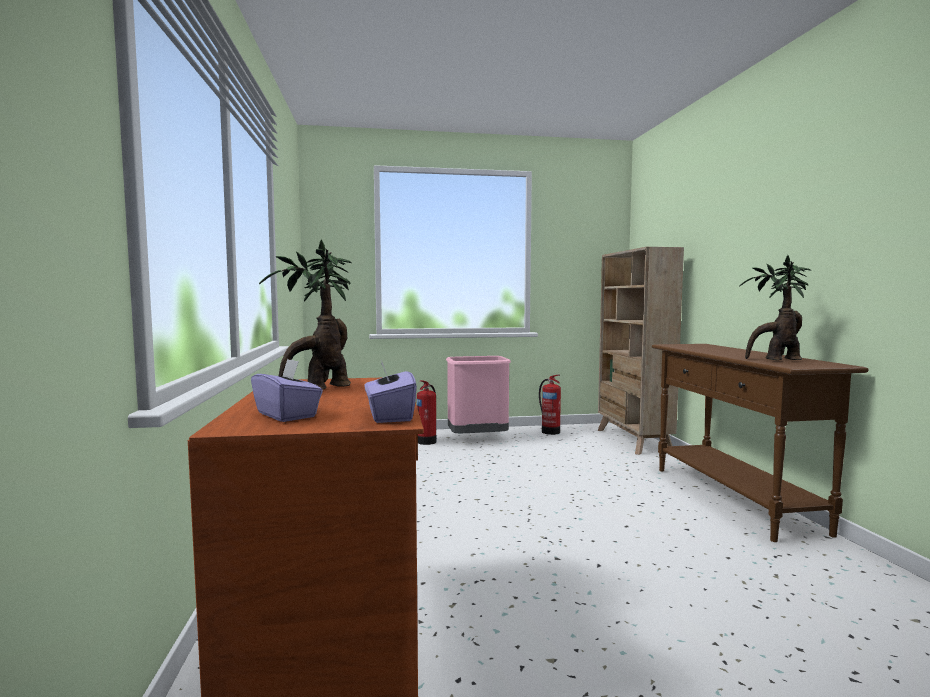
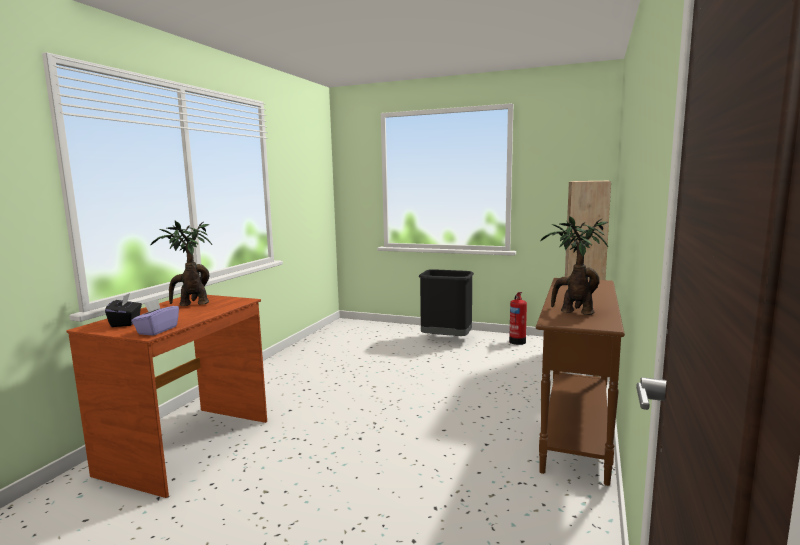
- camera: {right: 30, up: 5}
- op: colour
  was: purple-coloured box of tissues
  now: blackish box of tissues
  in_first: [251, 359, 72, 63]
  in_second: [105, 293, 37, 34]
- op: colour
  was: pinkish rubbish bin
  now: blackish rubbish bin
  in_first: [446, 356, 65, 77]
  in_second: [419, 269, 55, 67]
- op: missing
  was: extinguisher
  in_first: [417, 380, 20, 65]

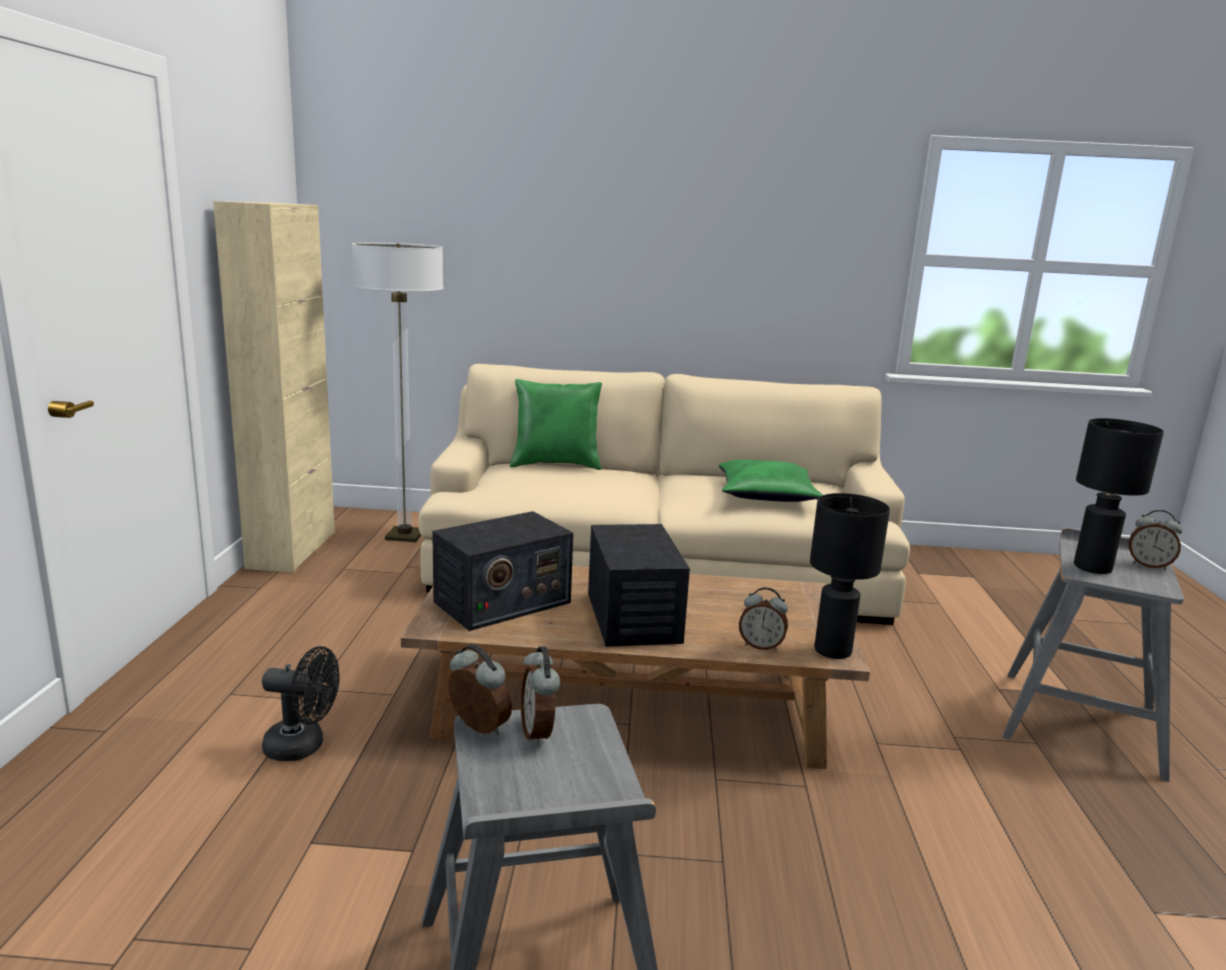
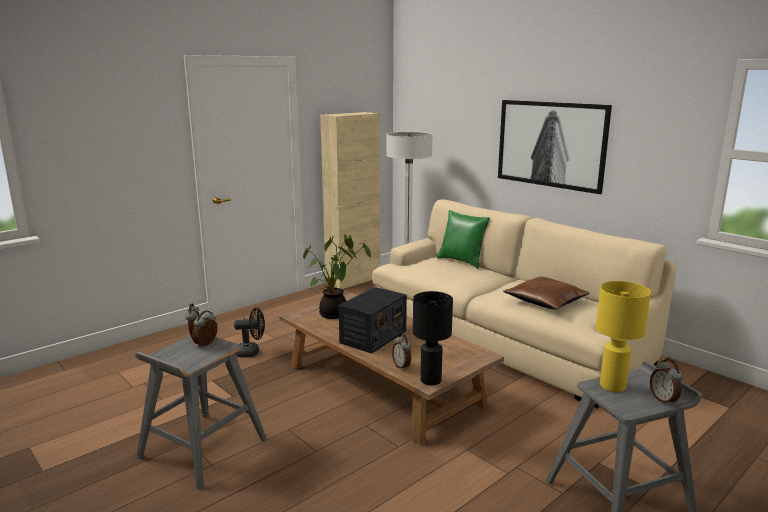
- camera: {right: 45, up: 0}
- op: spun
  was: blackish cooling fan
  in_first: [262, 646, 77, 115]
  in_second: [234, 308, 31, 50]
  clockwise: -60
- op: exchanged
  was: radio set
  now: plant in a pot
  in_first: [432, 511, 141, 120]
  in_second: [303, 235, 68, 84]
- op: appeared
  now: picture
  in_second: [498, 100, 114, 94]
- op: colour
  was: green-coloured throw pillow
  now: brown-coloured throw pillow
  in_first: [719, 459, 104, 43]
  in_second: [503, 276, 87, 33]
- op: colour
  was: blackish tabletop lamp
  now: yellow-coloured tabletop lamp
  in_first: [1074, 418, 90, 156]
  in_second: [596, 281, 55, 111]

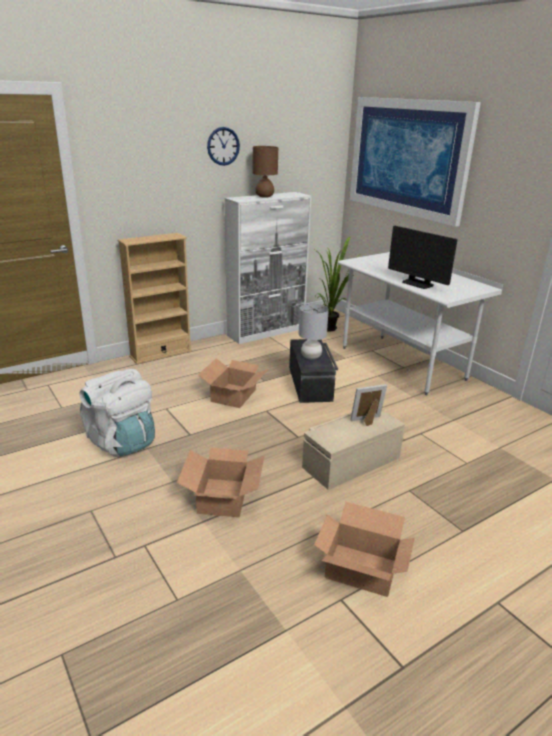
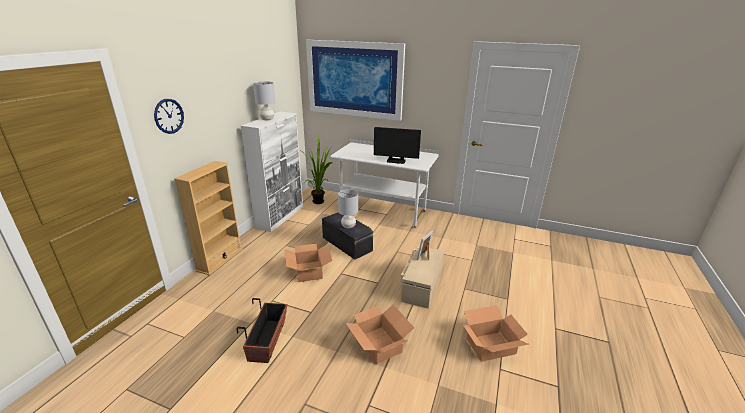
- camera: {right: -35, up: 0}
- op: relocated
  was: hanging clock
  in_first: [207, 127, 33, 39]
  in_second: [154, 99, 30, 35]
- op: exchanged
  was: white backpack
  now: planter
  in_first: [79, 369, 76, 88]
  in_second: [236, 298, 51, 65]
- op: colour
  was: brown-coloured tabletop lamp
  now: gray tabletop lamp
  in_first: [253, 146, 25, 52]
  in_second: [253, 81, 22, 39]

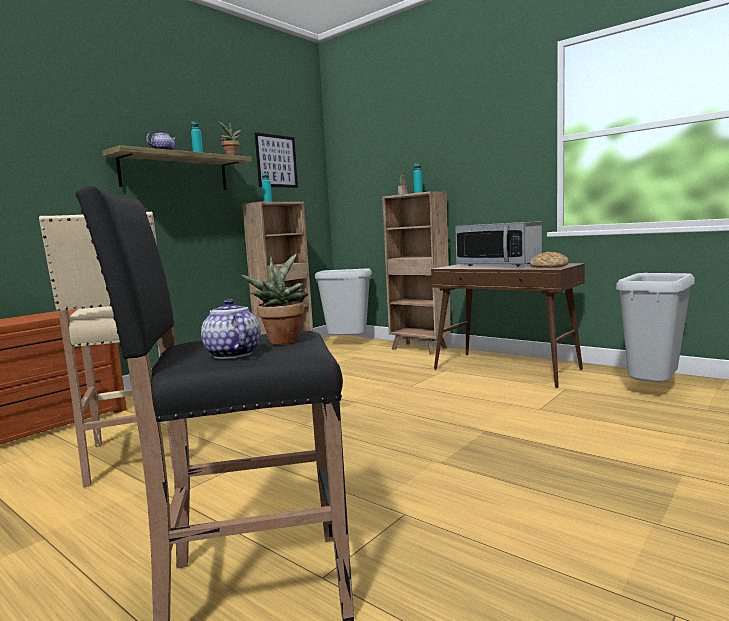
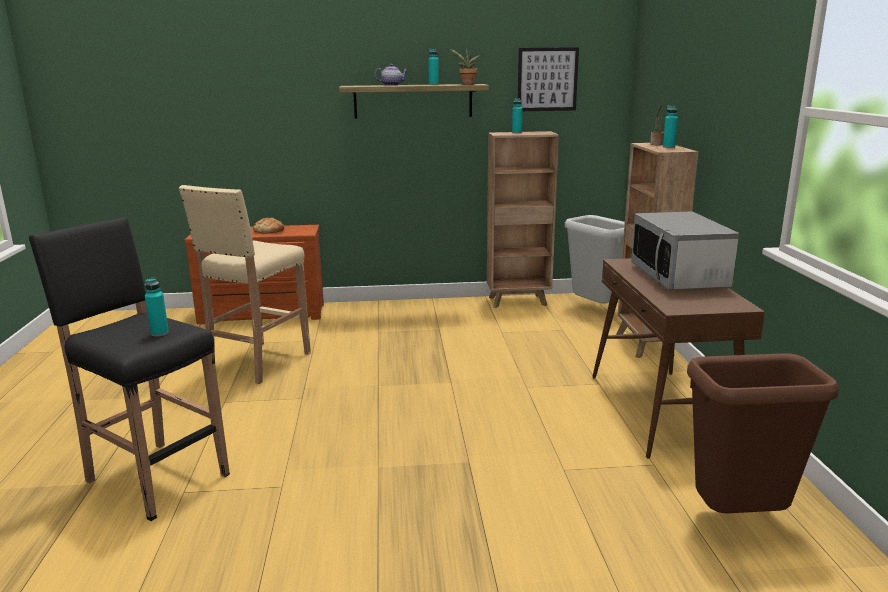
- camera: {right: 45, up: 10}
- op: exchanged
  was: plant in a pot
  now: turquoise-coloured drink bottle
  in_first: [241, 254, 67, 90]
  in_second: [145, 278, 24, 59]
- op: relocated
  was: bakery bread
  in_first: [530, 252, 39, 16]
  in_second: [253, 218, 32, 15]
- op: colour
  was: gray rubbish bin
  now: brown-coloured rubbish bin
  in_first: [616, 273, 79, 109]
  in_second: [687, 353, 152, 160]
- op: missing
  was: teapot
  in_first: [201, 299, 60, 60]

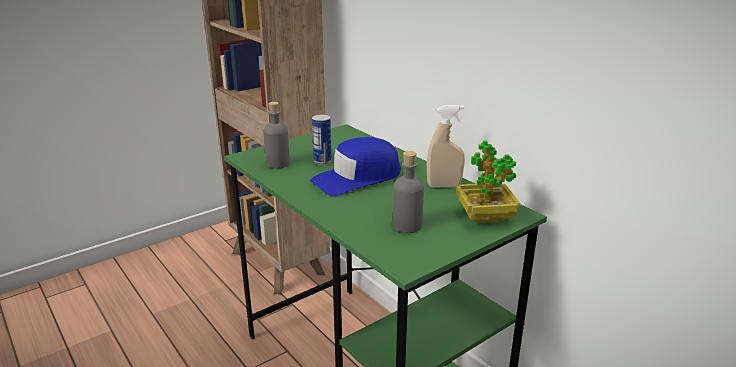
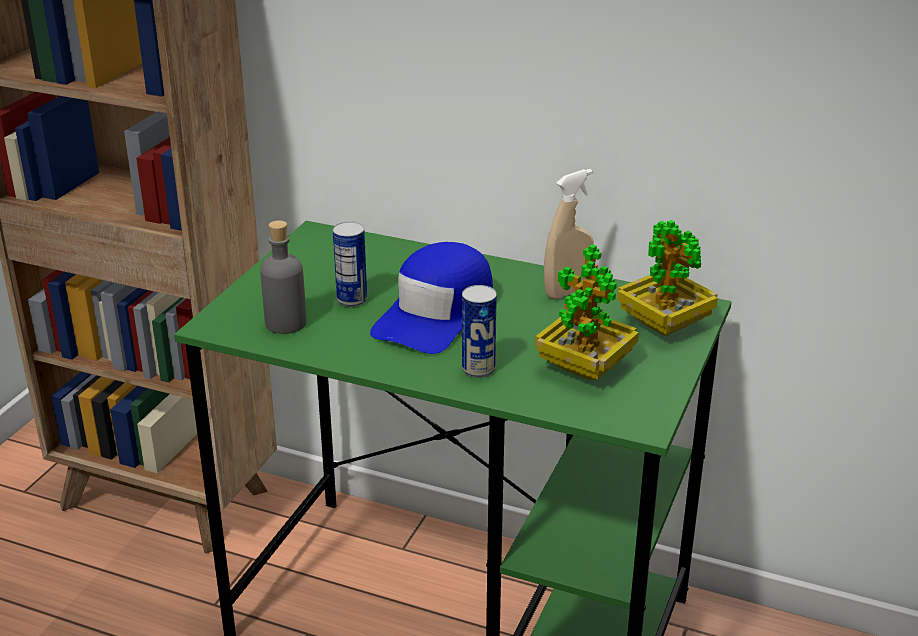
- camera: {right: -30, up: 5}
- op: appeared
  now: metal can
  in_second: [462, 285, 35, 93]
- op: exchanged
  was: gray drink bottle
  now: plant in a pot
  in_first: [393, 151, 31, 82]
  in_second: [535, 244, 104, 136]

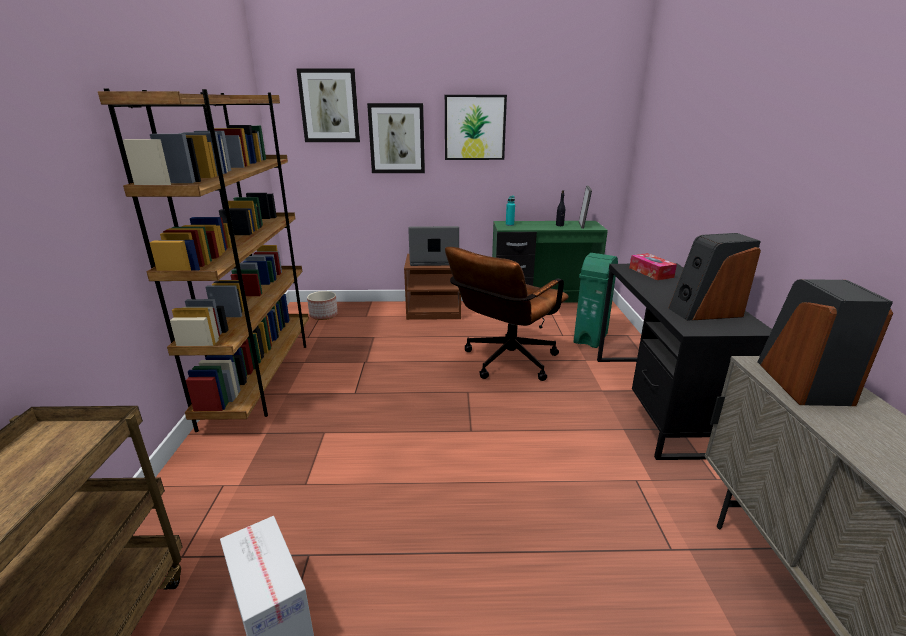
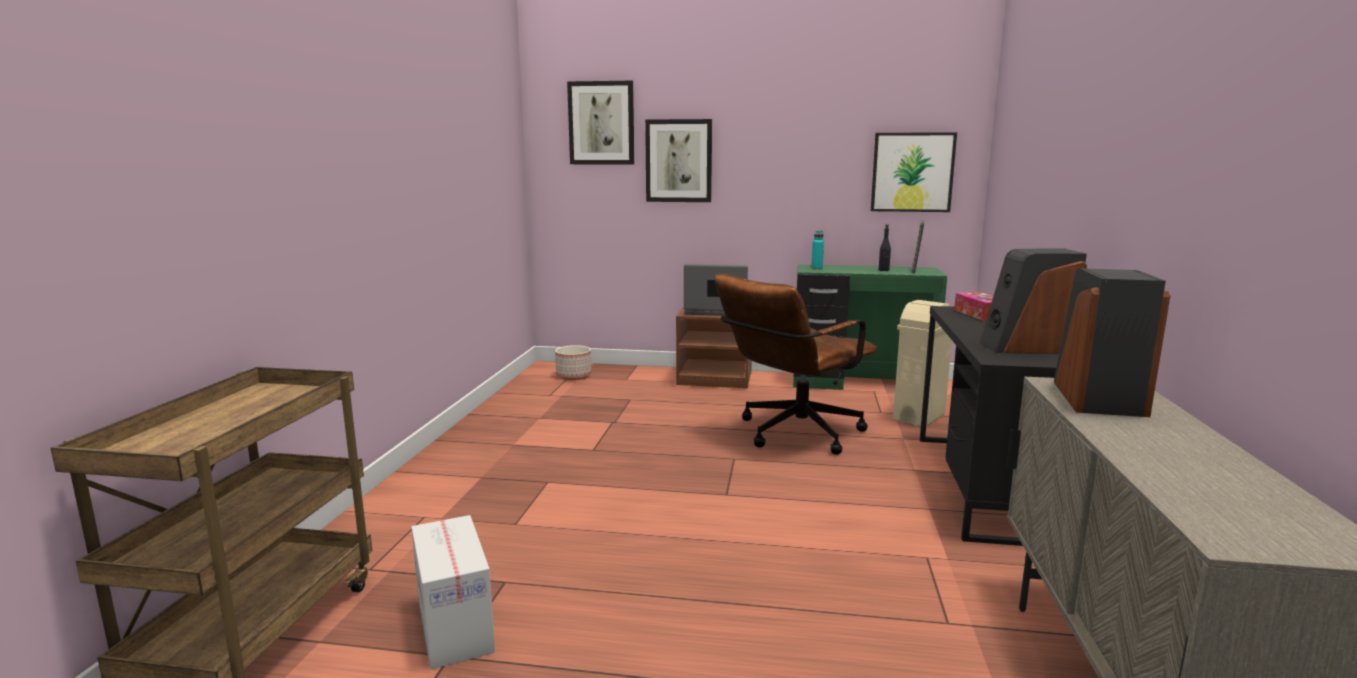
- camera: {right: 10, up: -10}
- op: relocated
  was: picture
  in_first: [445, 95, 62, 65]
  in_second: [871, 132, 86, 80]
- op: colour
  was: green-coloured rubbish bin
  now: sand-coloured rubbish bin
  in_first: [574, 253, 44, 95]
  in_second: [893, 300, 59, 127]
- op: missing
  was: brown-coloured shelving unit
  in_first: [98, 89, 211, 343]

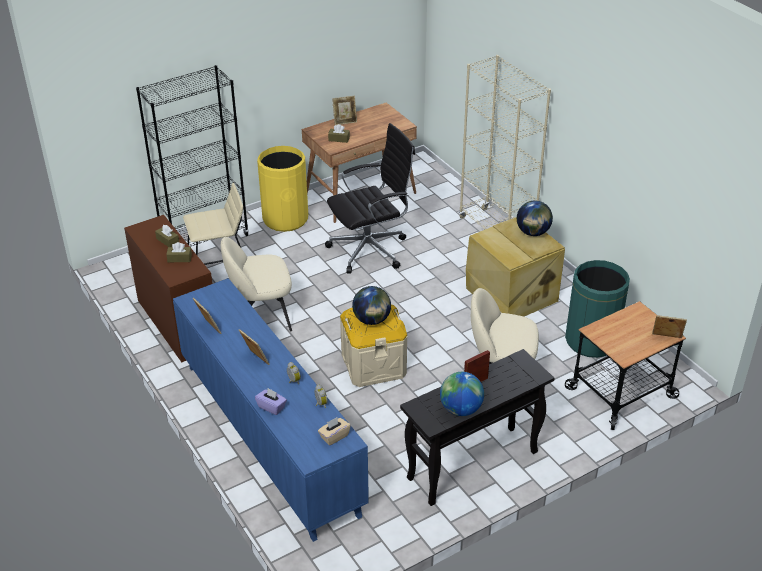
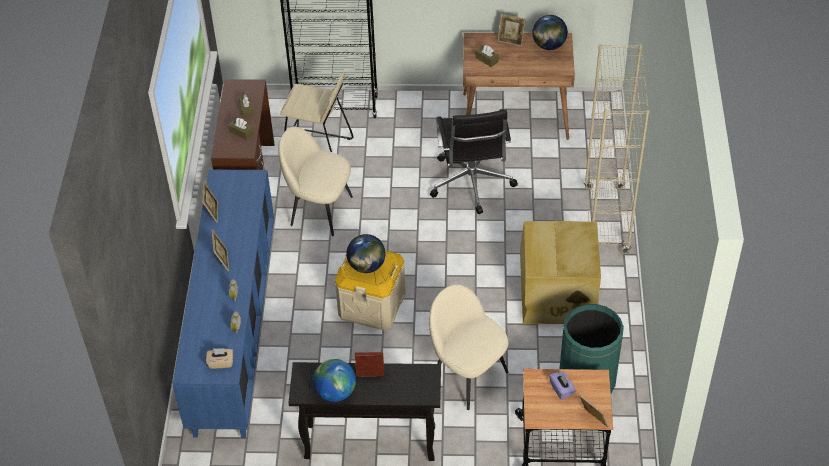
- camera: {right: 35, up: 10}
- op: spun
  was: blackish office chair
  in_first: [325, 123, 90, 151]
  in_second: [430, 109, 88, 105]
  clockwise: 75
- op: relocated
  was: world globe
  in_first: [517, 200, 36, 36]
  in_second: [532, 15, 36, 35]
- op: relocated
  was: purple-coloured box of tissues
  in_first: [255, 388, 32, 27]
  in_second: [549, 371, 27, 29]
- op: missing
  was: yellow-coloured rubbish bin
  in_first: [257, 146, 51, 86]

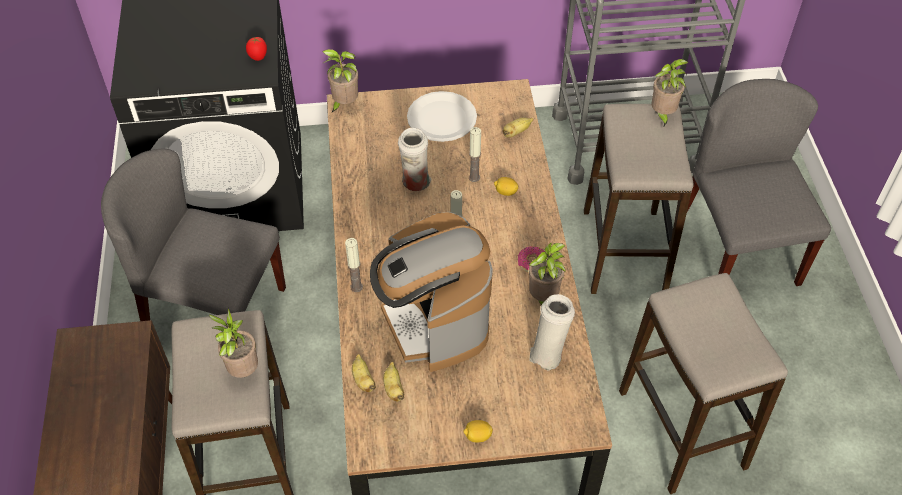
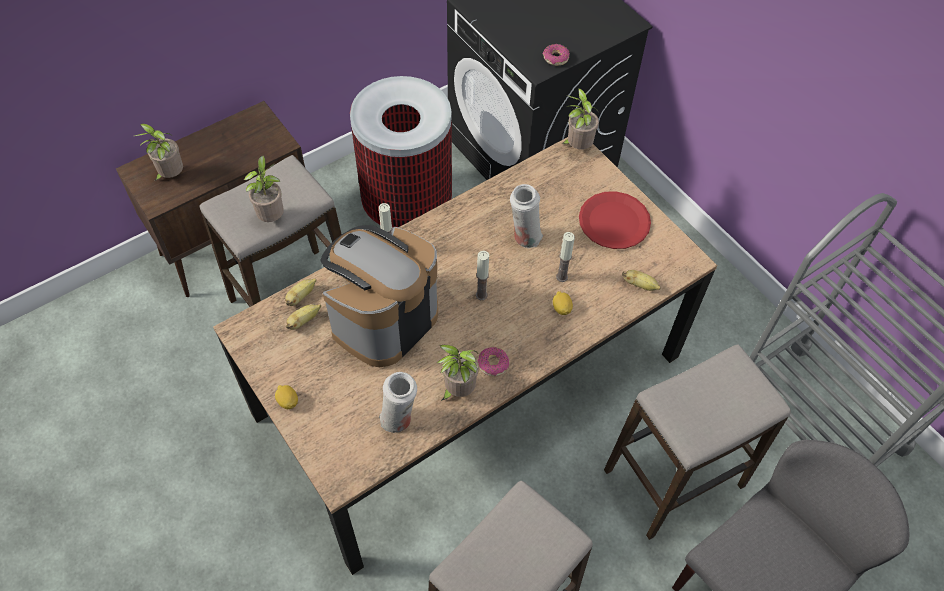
- camera: {right: 60, up: 5}
- op: relocated
  was: plant in a pot
  in_first: [651, 59, 38, 69]
  in_second: [134, 124, 49, 57]
- op: exchanged
  was: gray chair
  now: rubbish bin
  in_first: [101, 149, 185, 172]
  in_second: [350, 76, 102, 151]
- op: exchanged
  was: fresh tomato
  now: doughnut
  in_first: [246, 37, 21, 24]
  in_second: [543, 44, 27, 22]
- op: colour
  was: white flat dish
  now: red-coloured flat dish
  in_first: [407, 91, 70, 51]
  in_second: [579, 191, 72, 58]

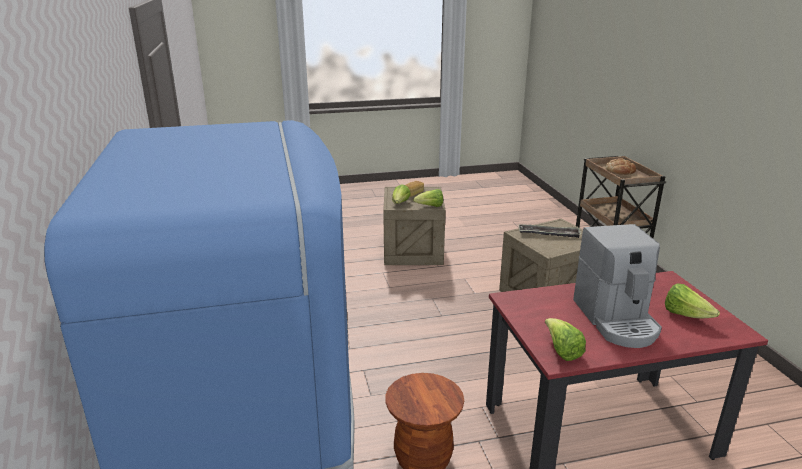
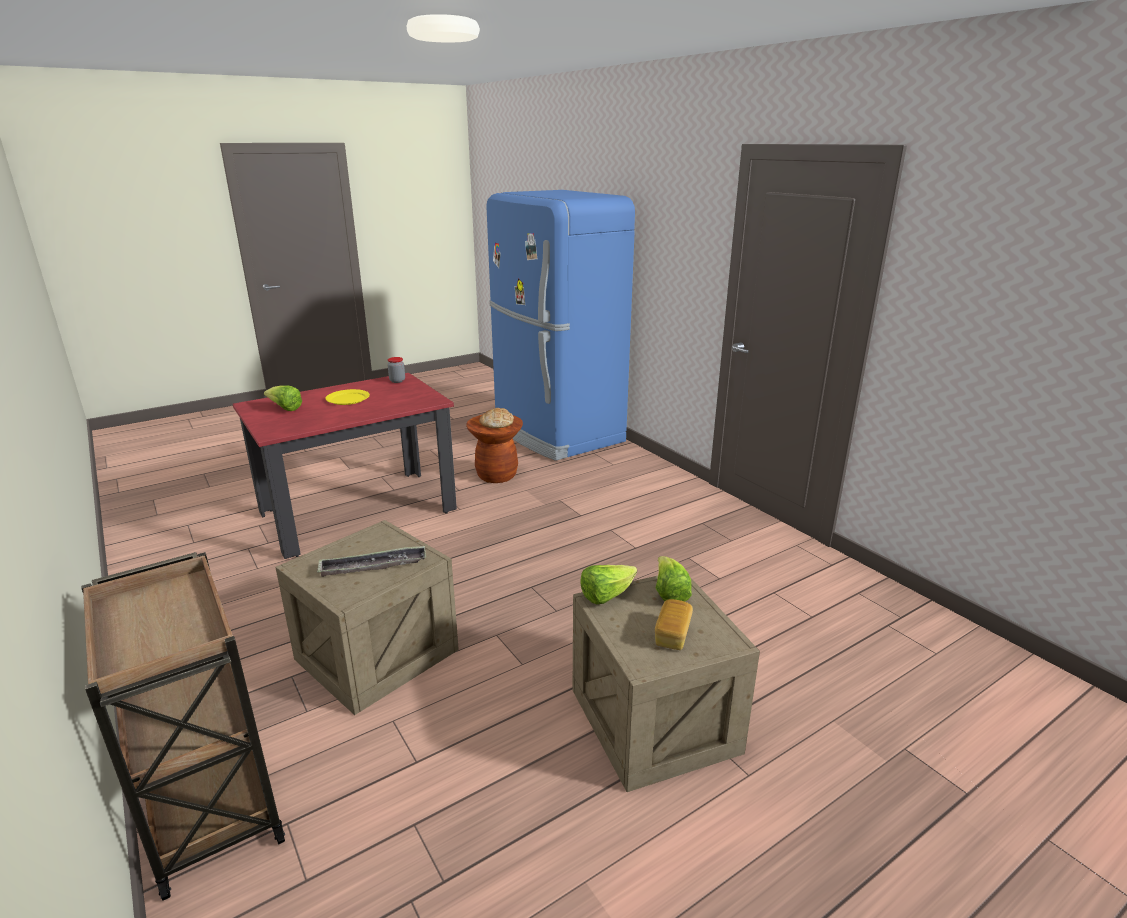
- camera: {right: 160, up: 0}
- op: exchanged
  was: coffee machine
  now: yellow-coloured flat dish
  in_first: [573, 224, 89, 124]
  in_second: [325, 389, 45, 16]
- op: exchanged
  was: lettuce
  now: storage jar
  in_first: [545, 318, 41, 43]
  in_second: [388, 357, 17, 26]
- op: relocated
  was: bakery bread
  in_first: [606, 158, 30, 17]
  in_second: [479, 408, 35, 20]

